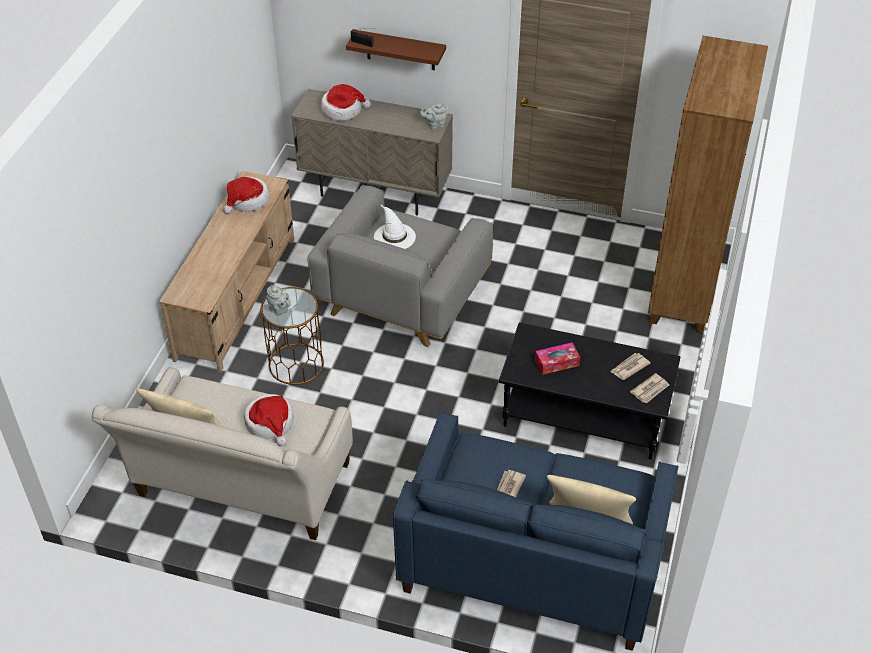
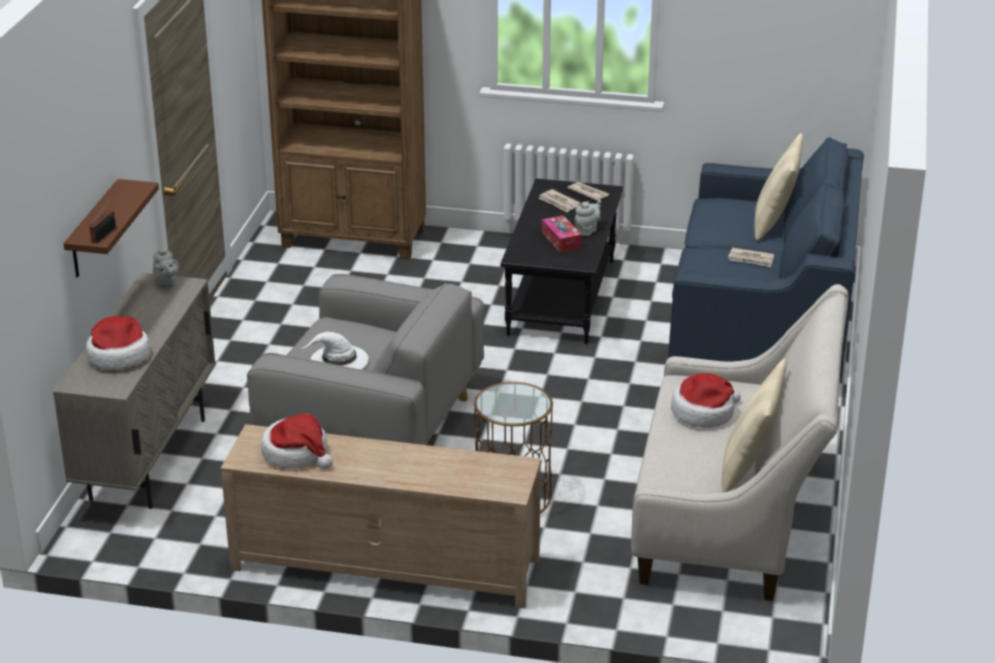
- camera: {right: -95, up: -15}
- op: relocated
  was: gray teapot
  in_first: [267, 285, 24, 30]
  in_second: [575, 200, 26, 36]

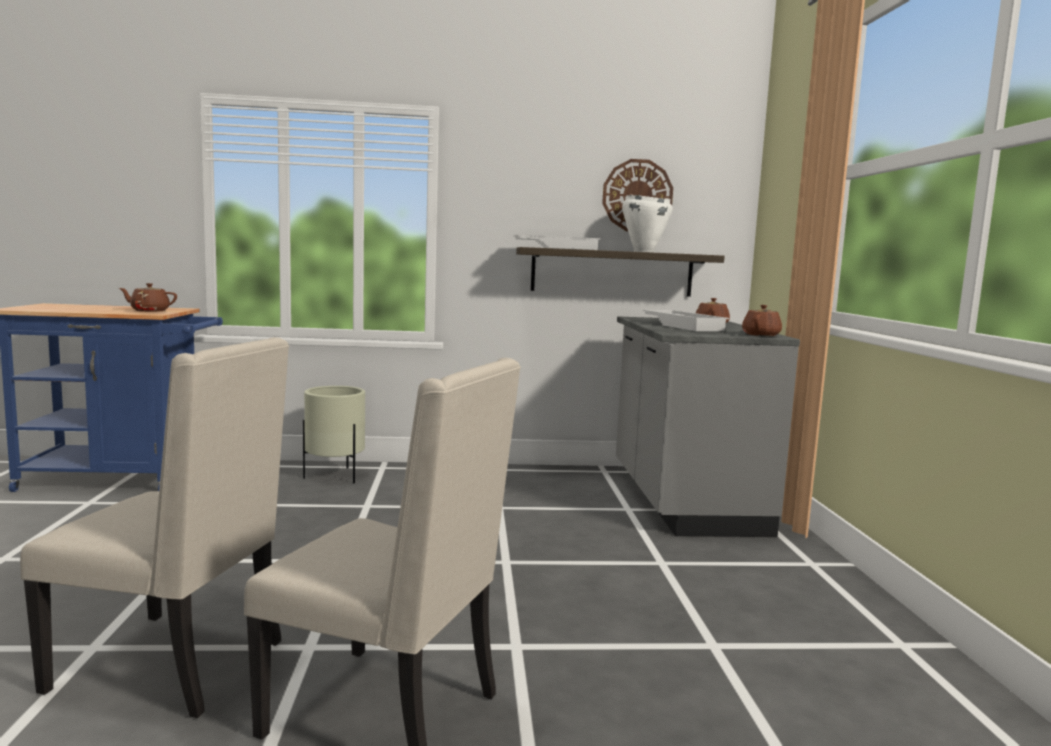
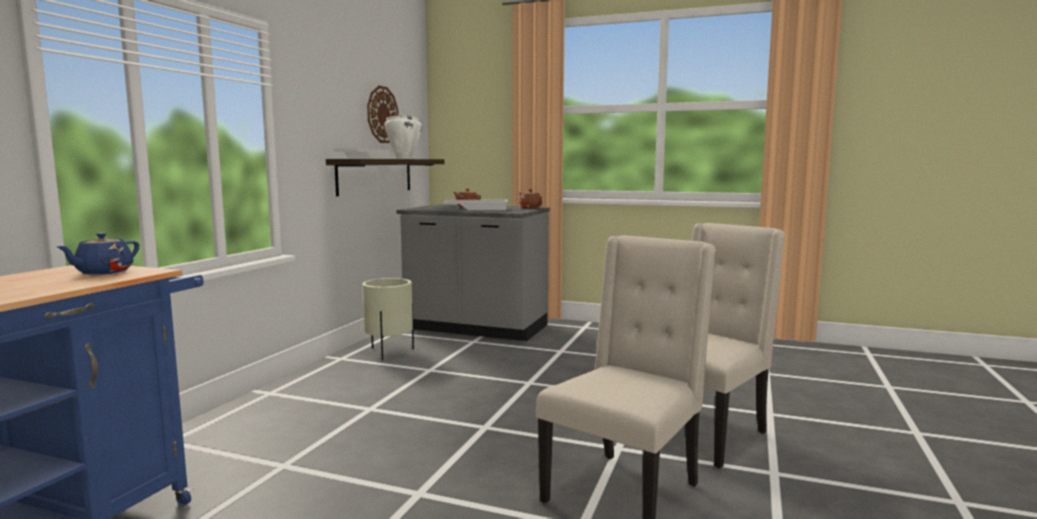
- camera: {right: -65, up: 0}
- op: colour
  was: brown-coloured teapot
  now: blue-coloured teapot
  in_first: [119, 283, 58, 29]
  in_second: [57, 233, 83, 42]
- op: relocated
  was: sand-coloured planter
  in_first: [303, 386, 62, 97]
  in_second: [362, 278, 52, 82]

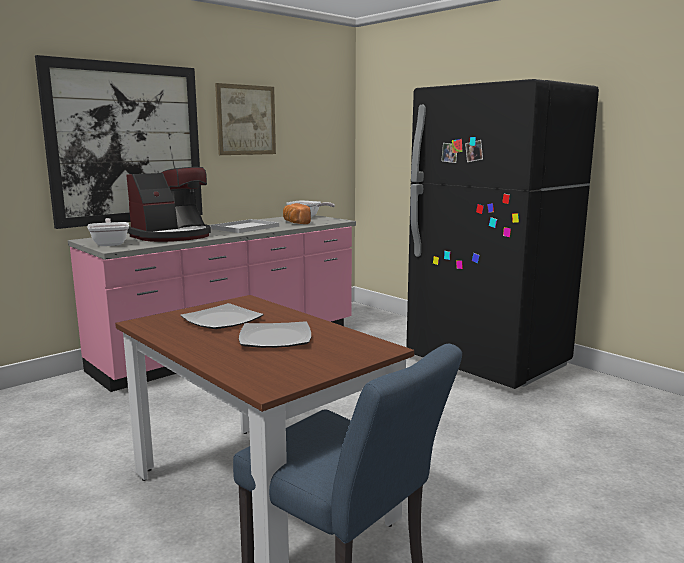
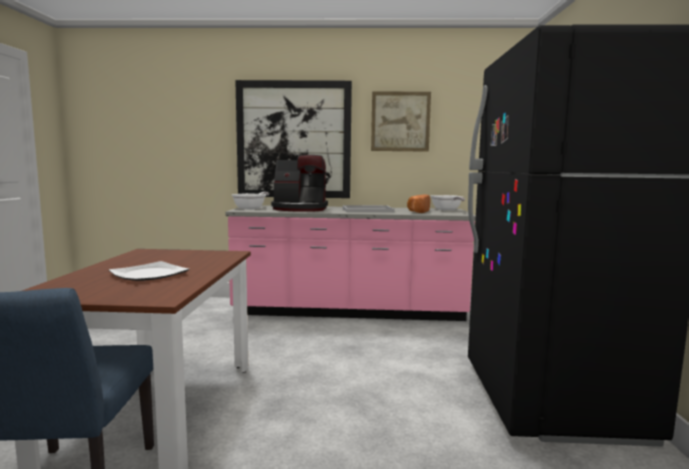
- camera: {right: 45, up: -5}
- op: missing
  was: flat dish
  in_first: [180, 303, 83, 26]

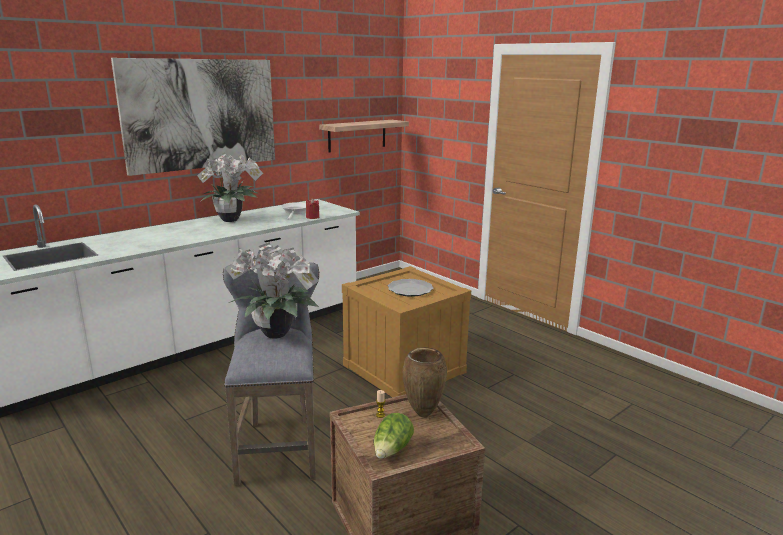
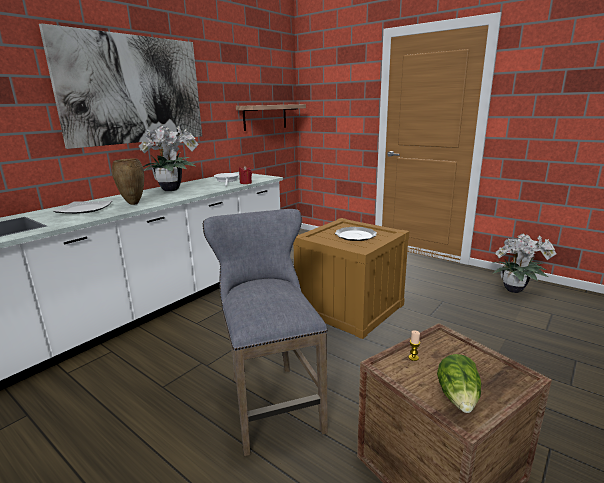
- camera: {right: -10, up: 0}
- op: appeared
  now: flat dish
  in_second: [53, 200, 59, 14]
- op: relocated
  was: brown-coloured flower vase
  in_first: [403, 347, 44, 70]
  in_second: [112, 158, 32, 47]
- op: relocated
  was: plant in a pot
  in_first: [225, 242, 94, 97]
  in_second: [492, 233, 65, 60]

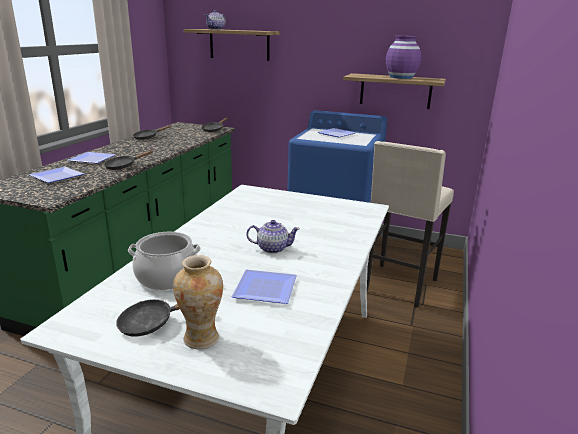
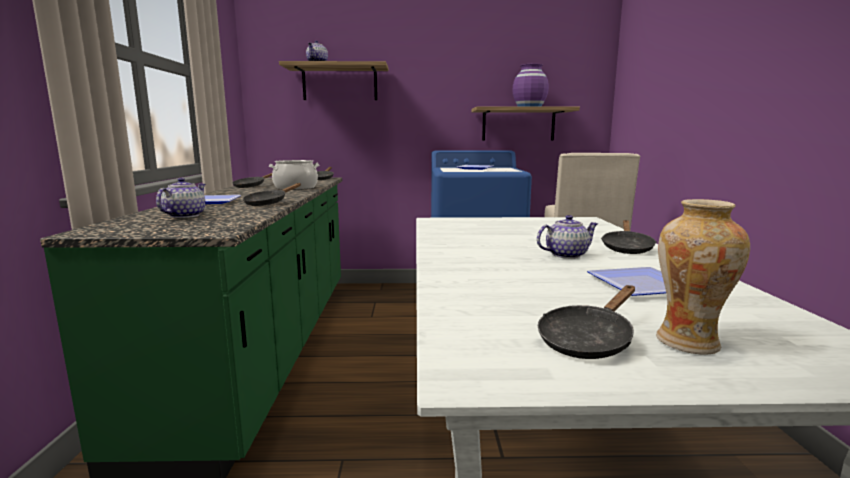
- camera: {right: -20, up: -10}
- op: exchanged
  was: flat dish
  now: teapot
  in_first: [29, 167, 55, 16]
  in_second: [156, 178, 50, 40]
- op: relocated
  was: cooking pot
  in_first: [128, 232, 73, 58]
  in_second: [269, 160, 50, 30]
- op: appeared
  now: blackish skillet
  in_second: [601, 220, 56, 34]

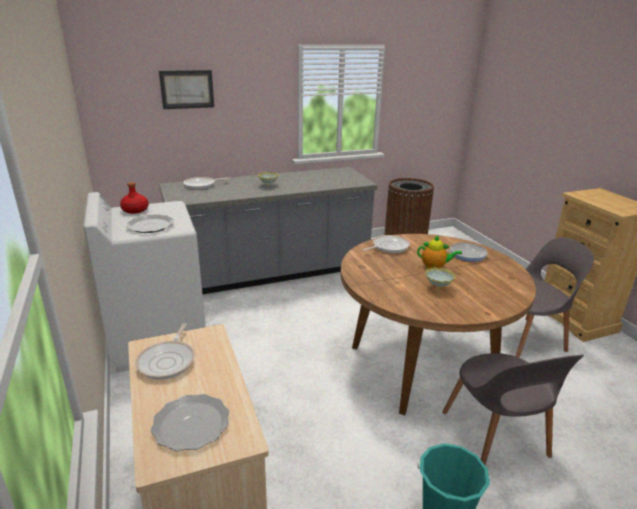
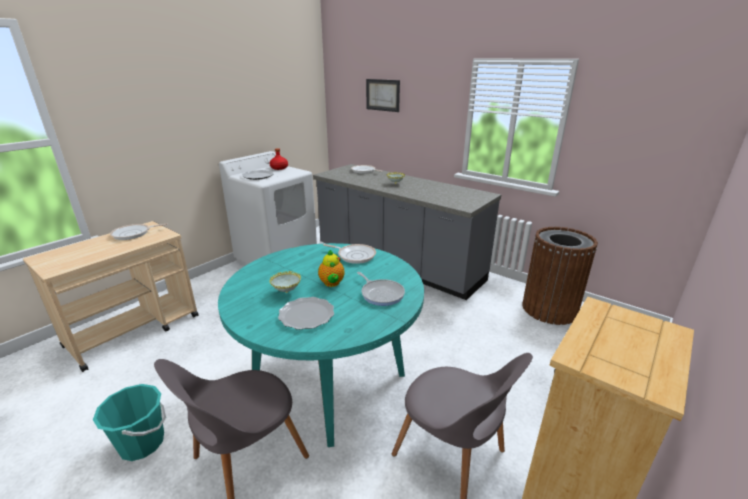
- camera: {right: 60, up: 0}
- op: colour
  was: brown-coloured dinner table
  now: turquoise-coloured dinner table
  in_first: [340, 234, 196, 181]
  in_second: [218, 243, 206, 204]
- op: relocated
  was: flat dish
  in_first: [151, 394, 78, 57]
  in_second: [278, 297, 56, 33]

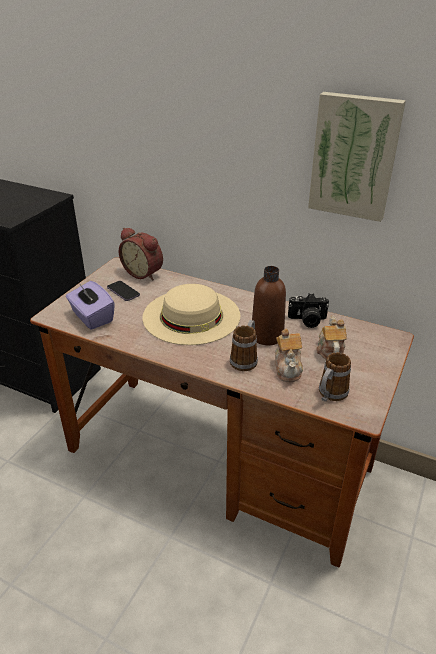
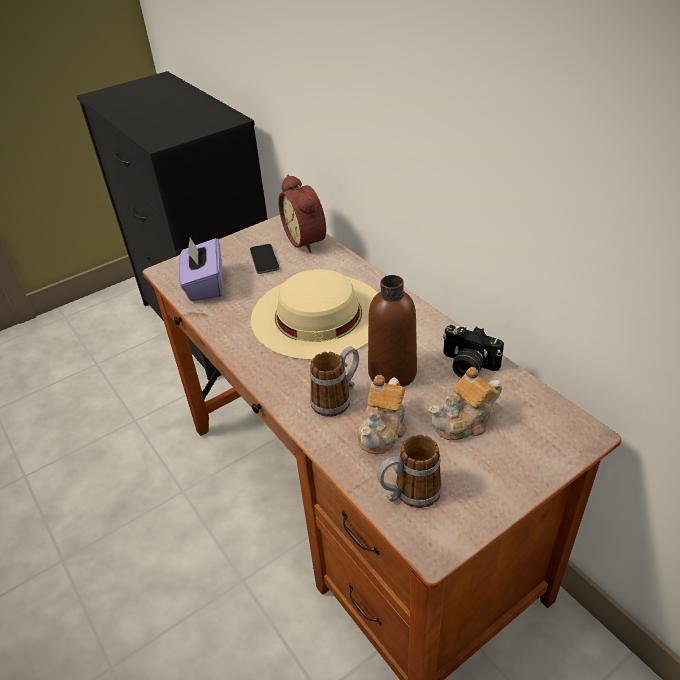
- camera: {right: 30, up: 5}
- op: spun
  was: teapot
  in_first: [316, 316, 31, 43]
  in_second: [429, 367, 73, 73]
  clockwise: -150
- op: missing
  was: picture
  in_first: [308, 92, 98, 130]

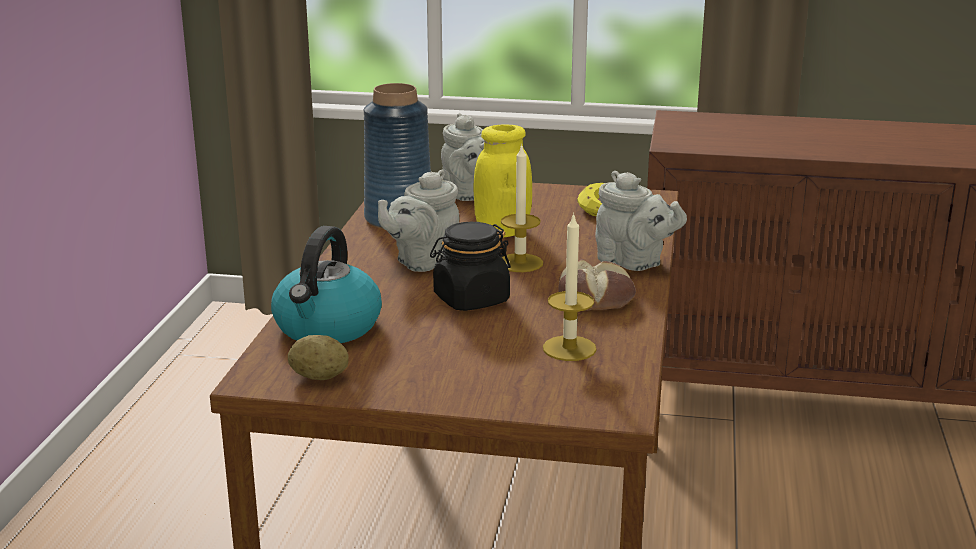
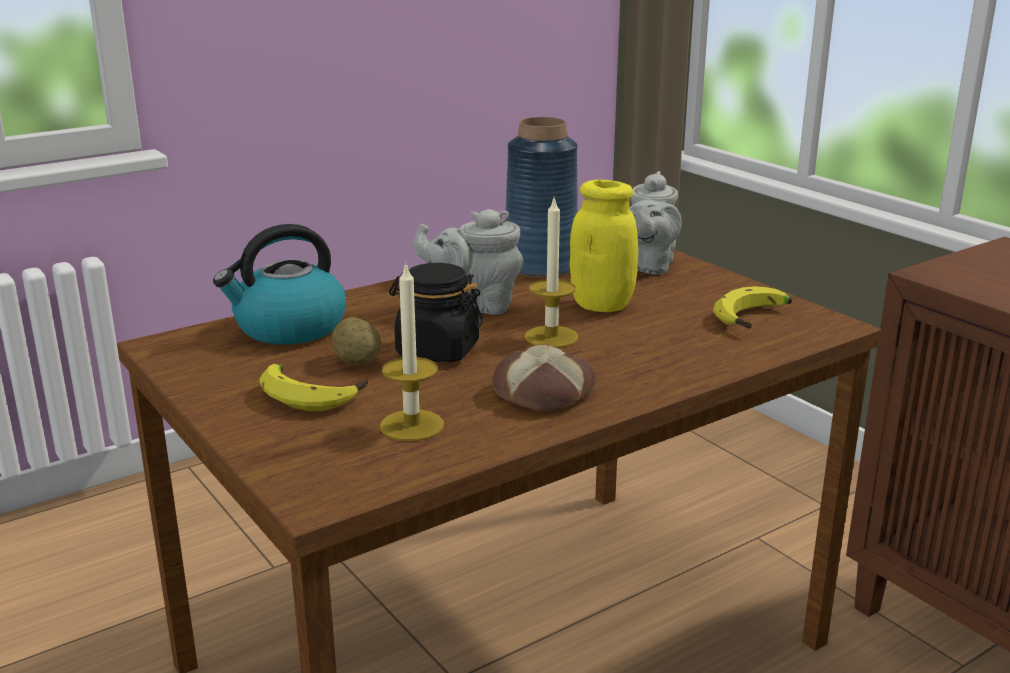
- camera: {right: 45, up: 0}
- op: appeared
  now: banana
  in_second: [259, 364, 109, 47]
- op: relocated
  was: potato
  in_first: [288, 335, 61, 45]
  in_second: [332, 317, 49, 49]
- op: missing
  was: gray teapot
  in_first: [595, 171, 92, 100]

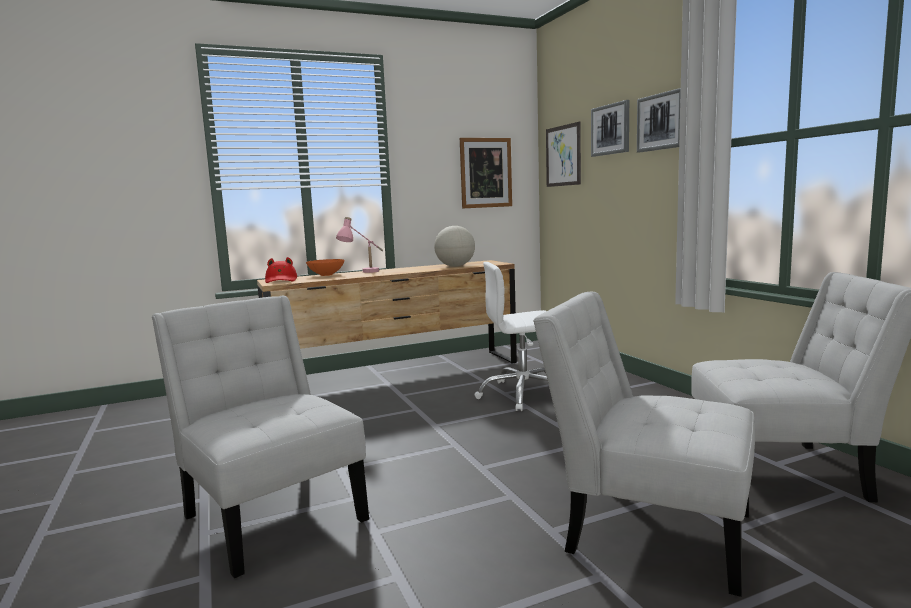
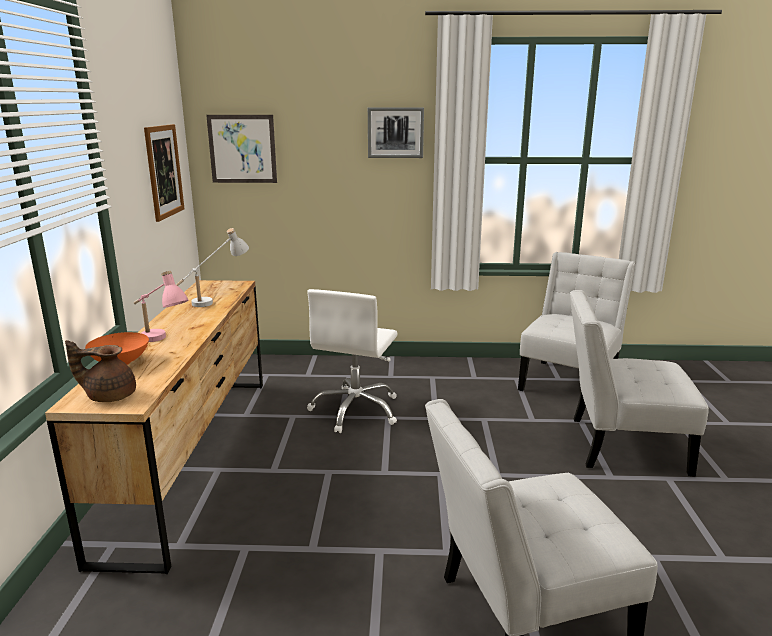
- camera: {right: -65, up: 10}
- op: exchanged
  was: red-coloured wearable hat
  now: brown-coloured teapot
  in_first: [265, 257, 32, 26]
  in_second: [65, 340, 71, 62]
- op: exchanged
  was: world globe
  now: white tabletop lamp
  in_first: [434, 226, 41, 41]
  in_second: [176, 228, 73, 79]
- op: spun
  was: white chair
  in_first: [533, 292, 222, 305]
  in_second: [570, 290, 139, 187]
  clockwise: 45
- op: missing
  was: picture
  in_first: [591, 100, 38, 57]

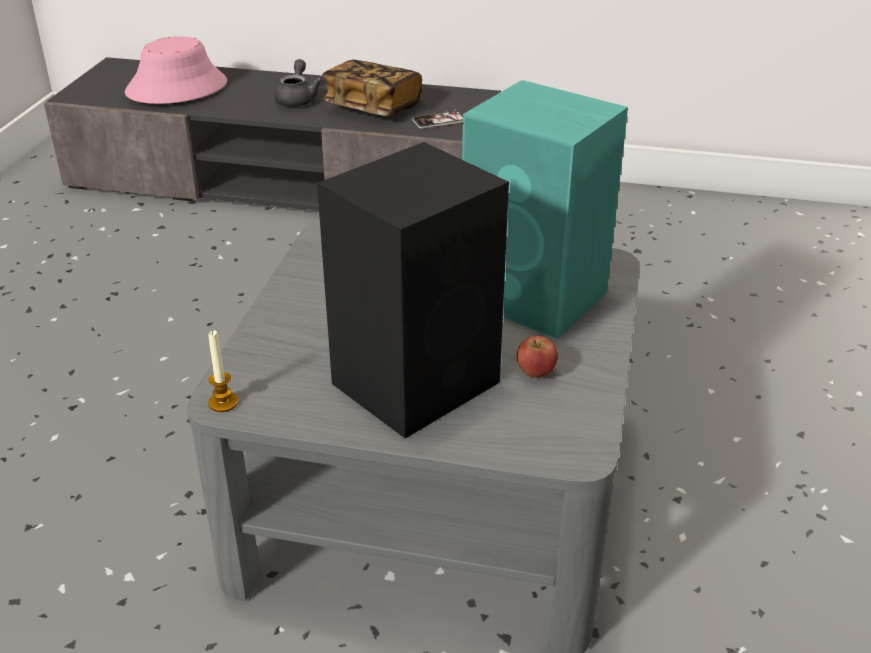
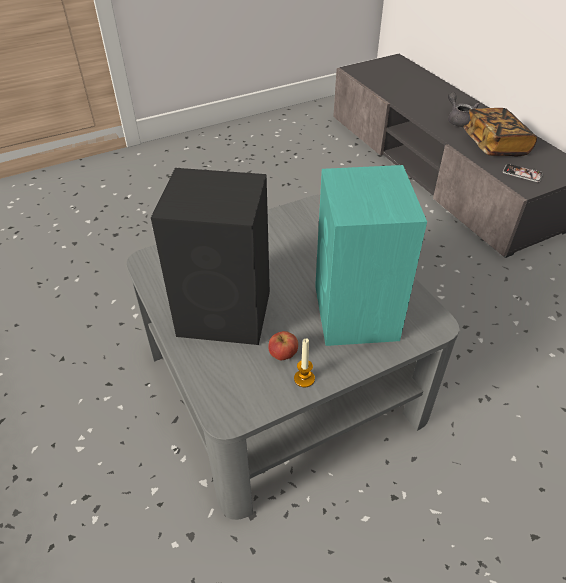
- camera: {right: 50, up: 10}
- op: relocated
  was: candle
  in_first: [208, 330, 31, 82]
  in_second: [294, 338, 21, 49]
- op: spun
  was: gray teapot
  in_first: [274, 59, 48, 48]
  in_second: [448, 92, 31, 35]
  clockwise: -75
- op: missing
  was: pinkish wearable hat
  in_first: [125, 36, 102, 68]

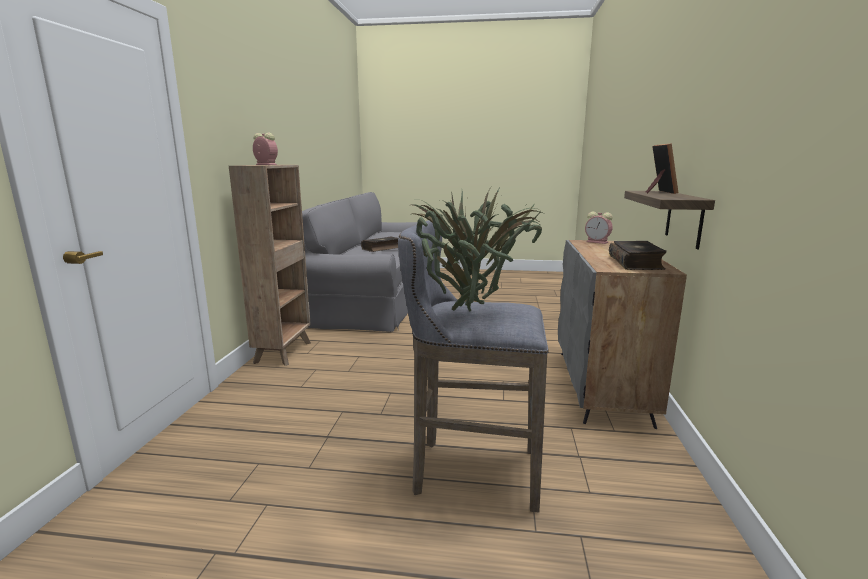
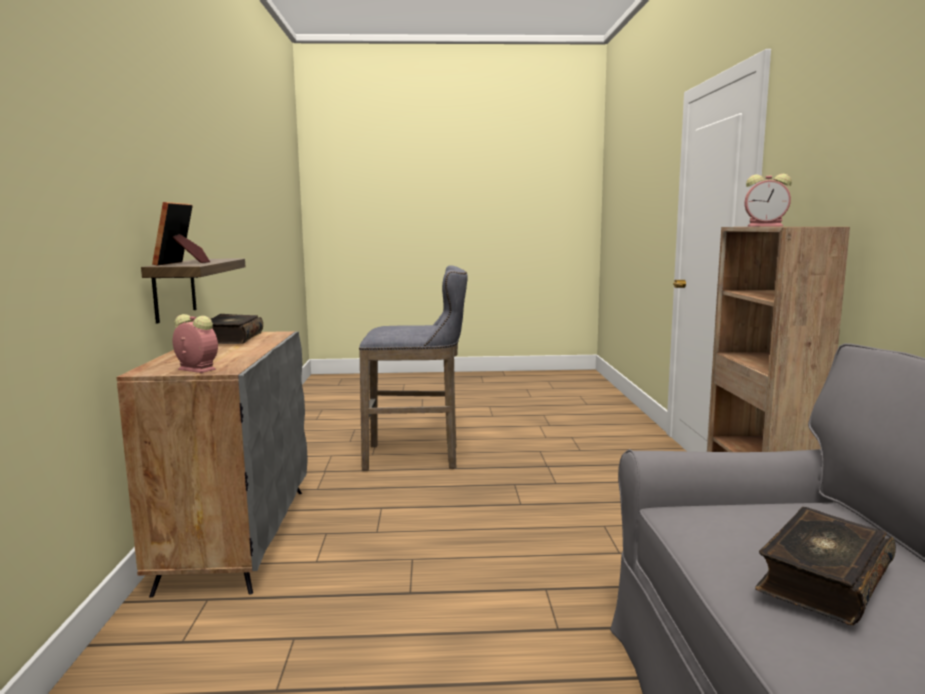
- camera: {right: 170, up: -5}
- op: missing
  was: plant in a pot
  in_first: [411, 185, 135, 126]

